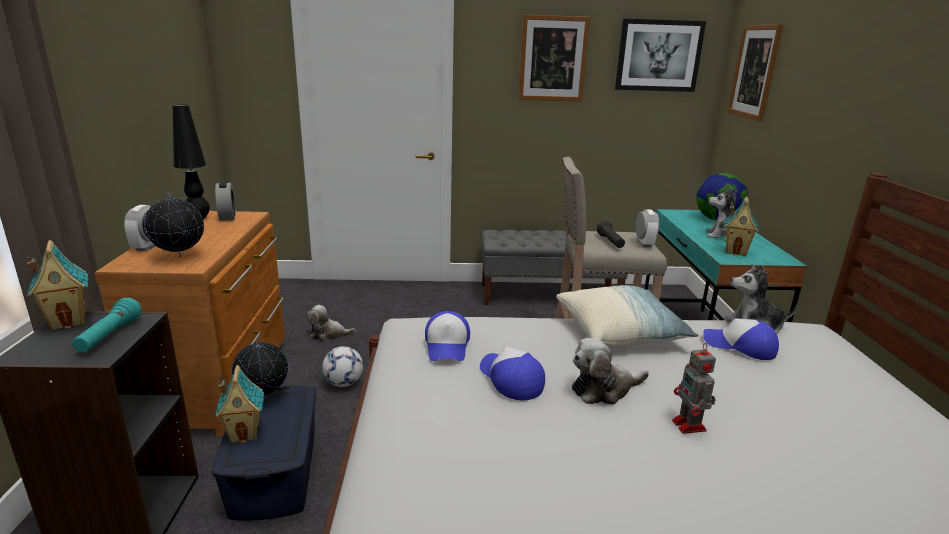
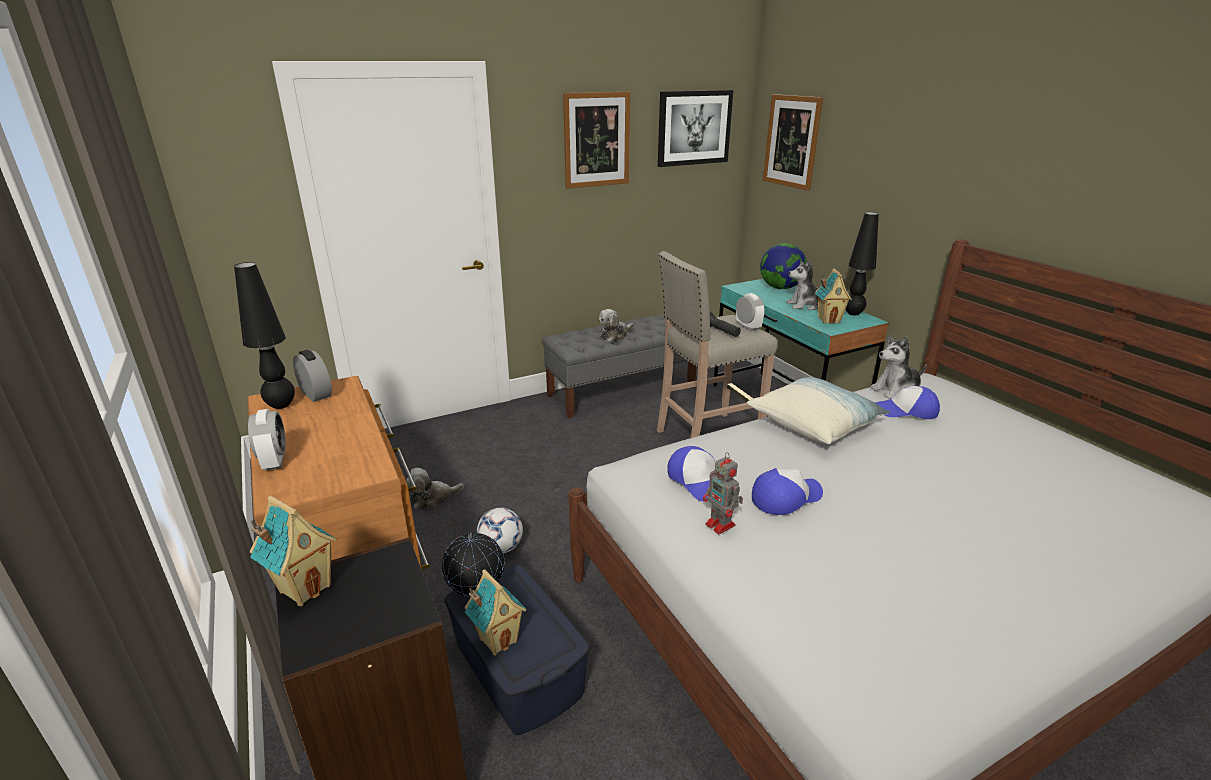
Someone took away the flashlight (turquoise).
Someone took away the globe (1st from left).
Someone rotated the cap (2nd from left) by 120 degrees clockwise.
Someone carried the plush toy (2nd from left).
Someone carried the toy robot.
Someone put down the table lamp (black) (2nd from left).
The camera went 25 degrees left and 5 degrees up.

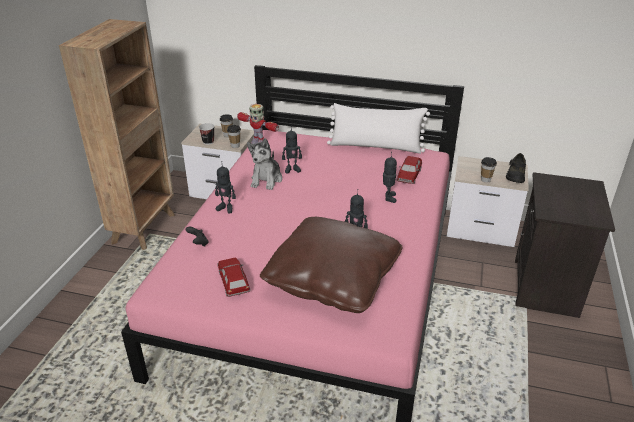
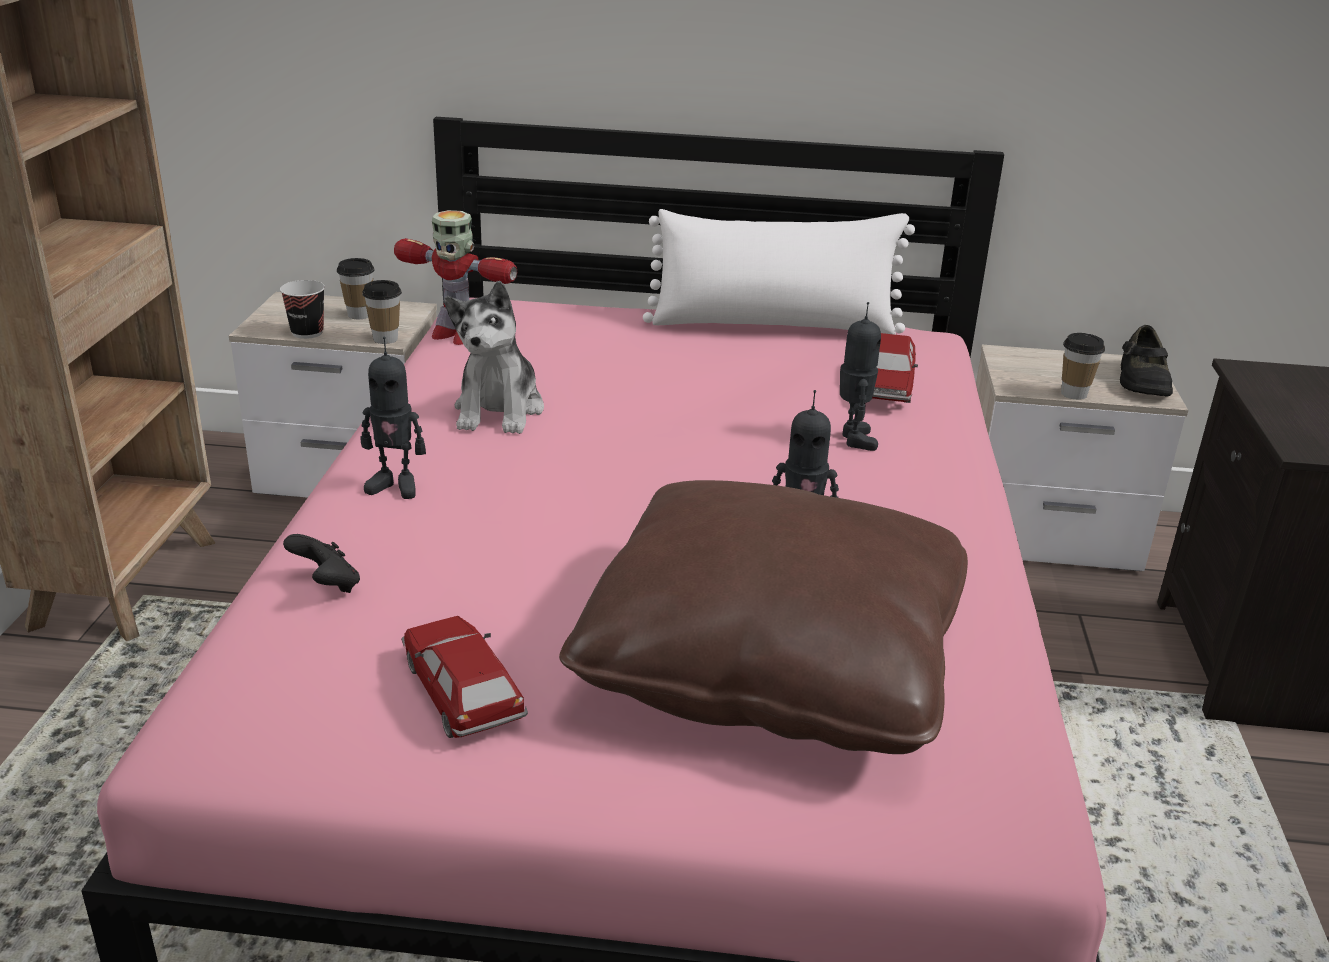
Someone took away the toy robot (3rd from left).
The camera went 10 degrees left and 5 degrees down.

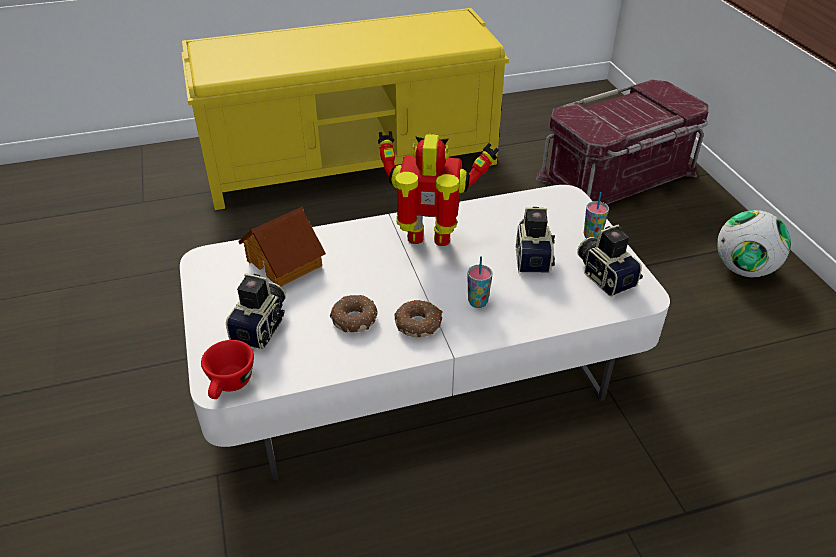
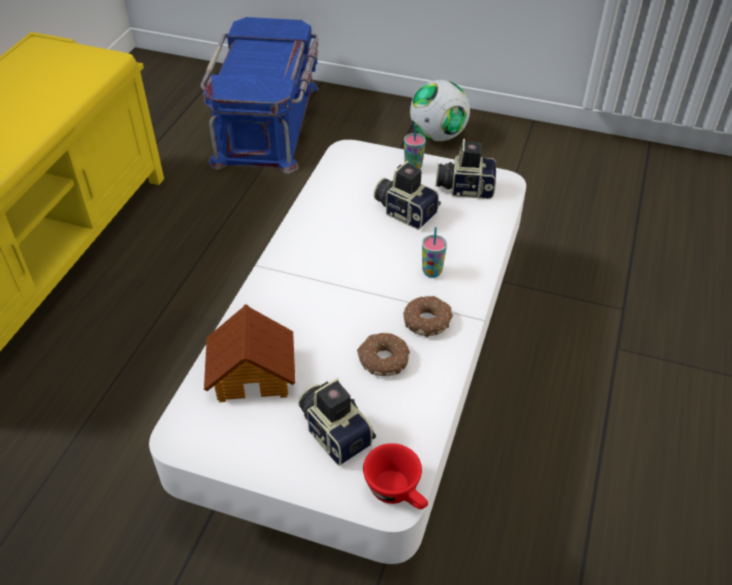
Someone took away the toy robot.
Someone repainted the storage box (red), which became the storage box (blue).
The camera went 55 degrees left and 5 degrees up.

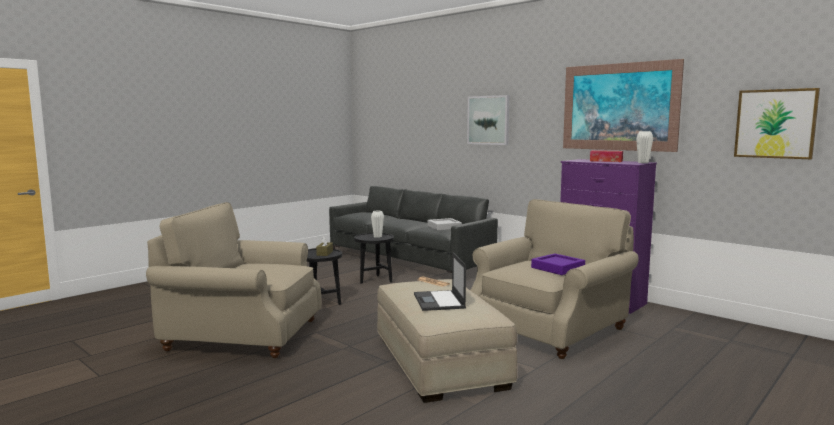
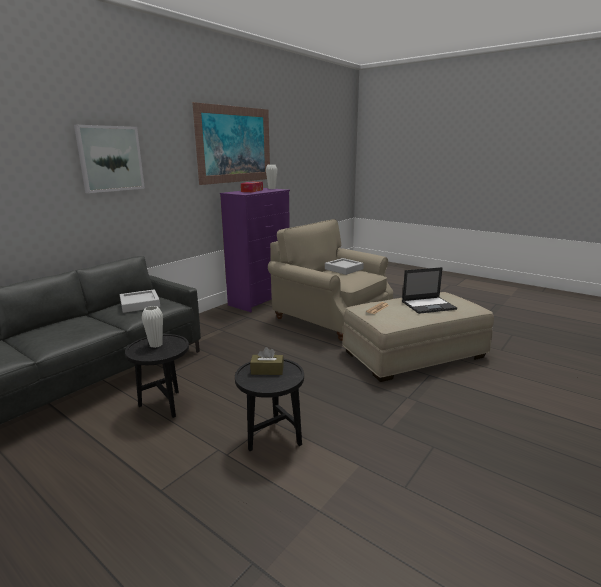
Someone took away the armchair (beige) (1st from left).
Someone repainted the tray (purple), which became the tray (grey) (2nd from left).
Someone took away the picture (3rd from left).
The camera went 95 degrees left and 10 degrees up.

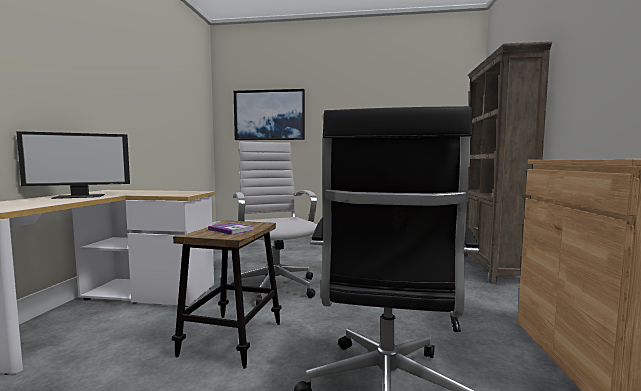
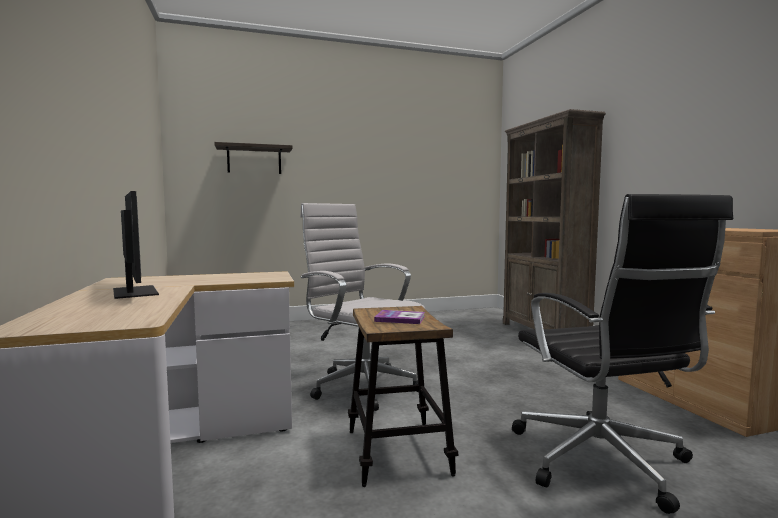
Someone rotated the monitor by 75 degrees counterclockwise.
Someone swapped the picture for the shelf.
The camera went 25 degrees left and 0 degrees up.

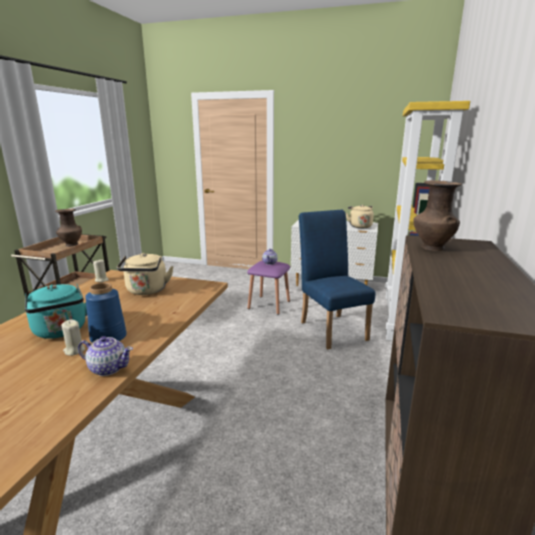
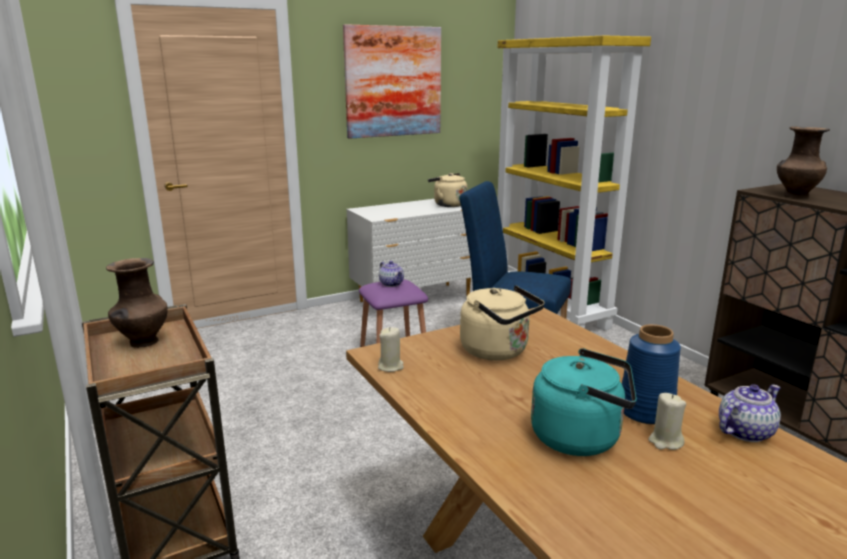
Someone put up the picture.
The camera went 45 degrees left and 0 degrees up.

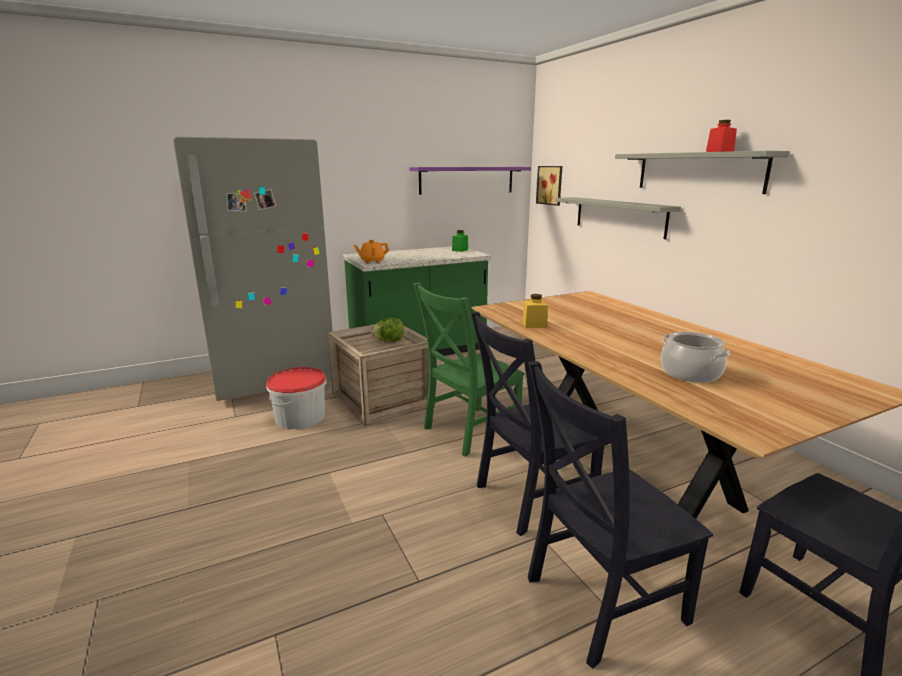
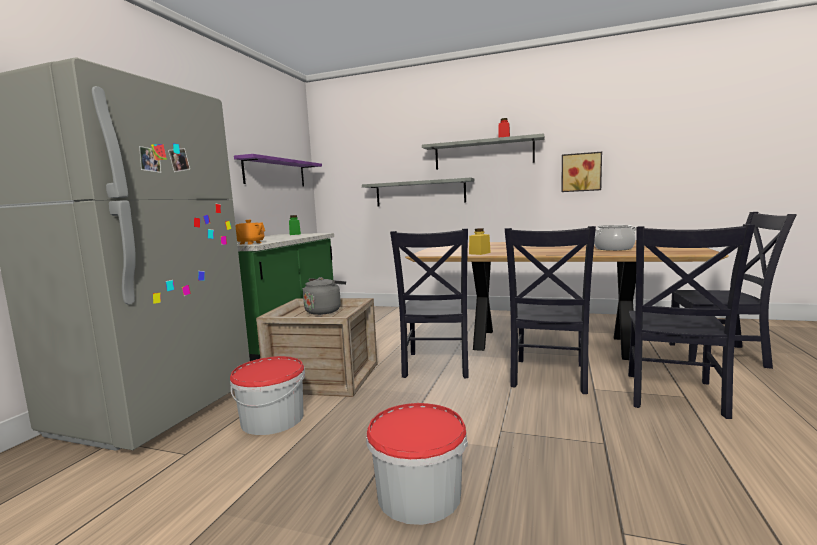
Someone swapped the lettuce for the kettle (grey).
Someone repainted the chair (green), which became the chair (black) (1st from left).
Someone carried the picture.
Someone put down the bucket (2nd from left).
The camera went 45 degrees left and 10 degrees down.

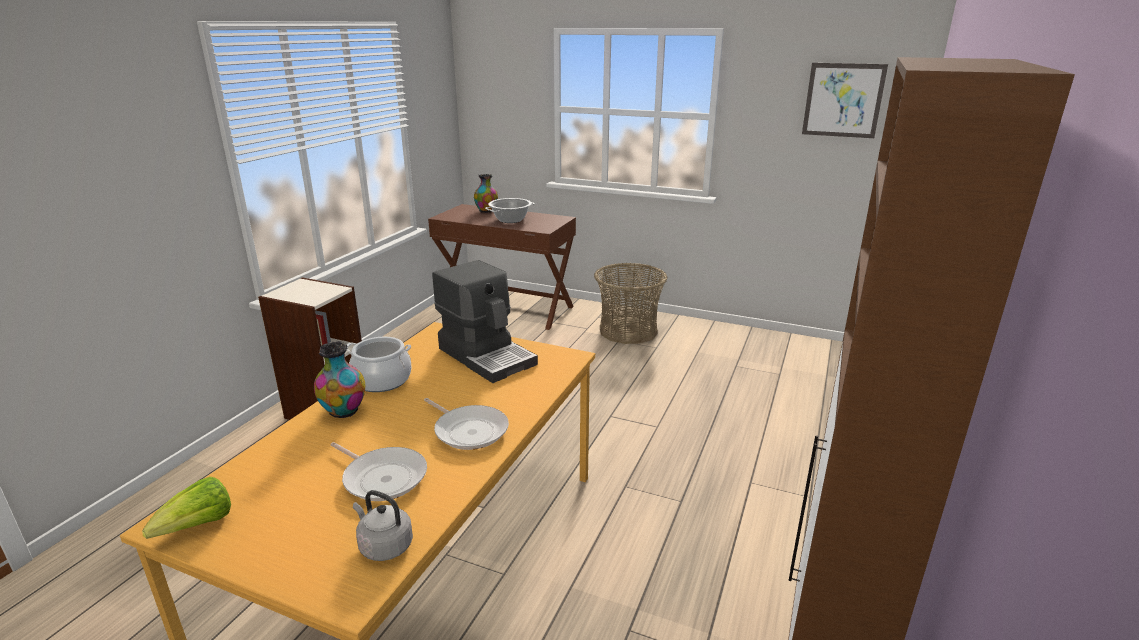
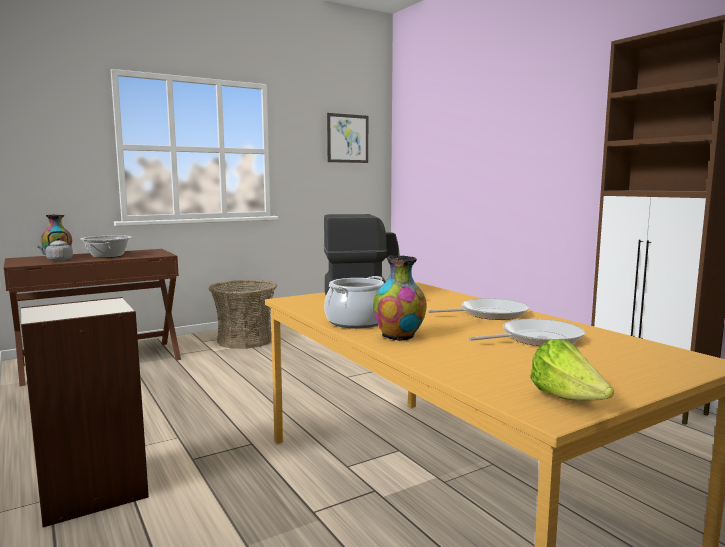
Someone carried the kettle (grey).
The camera went 55 degrees left and 15 degrees down.

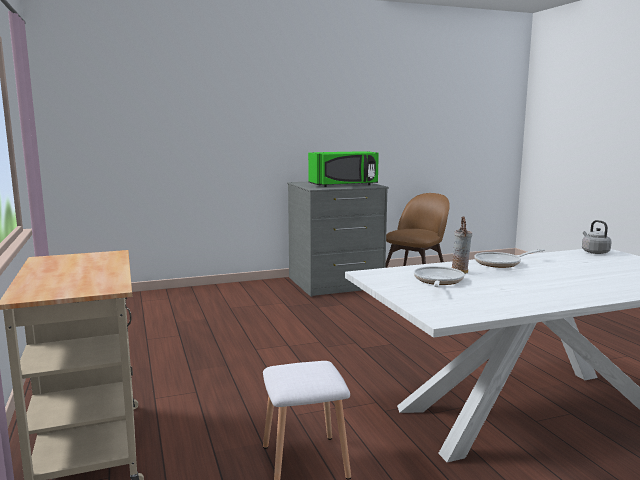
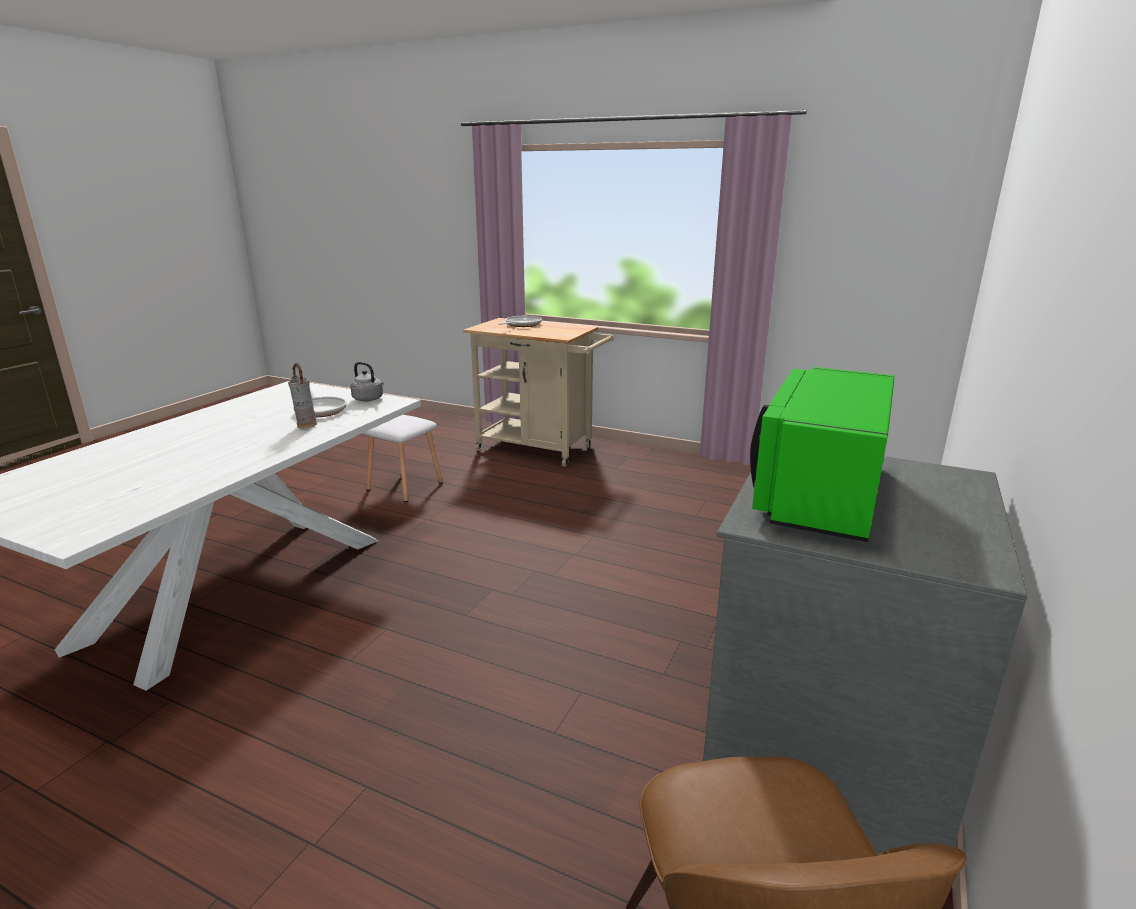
Someone carried the frying pan (2nd from left).
Someone carried the kettle (grey).
The camera went 135 degrees right and 10 degrees up.

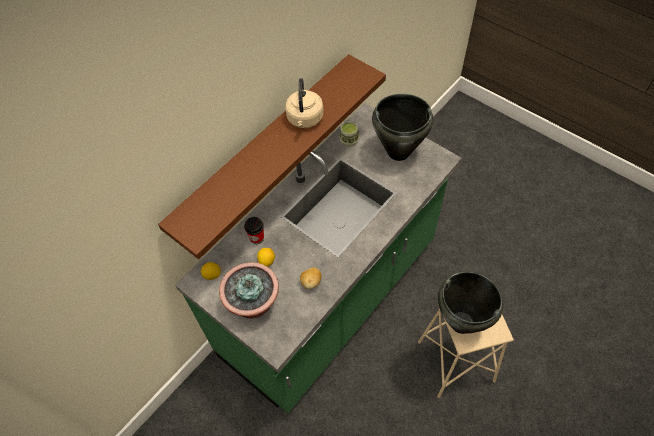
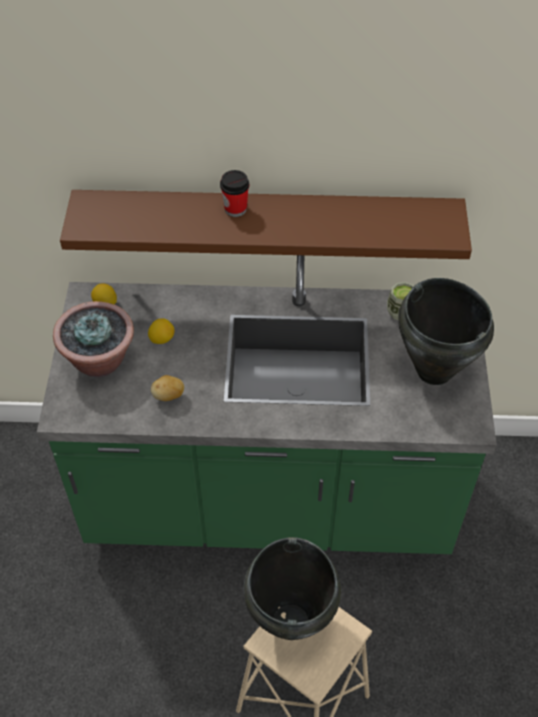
Someone carried the cup (1st from left).
Someone took away the kettle (beige).
The camera went 50 degrees right and 5 degrees down.

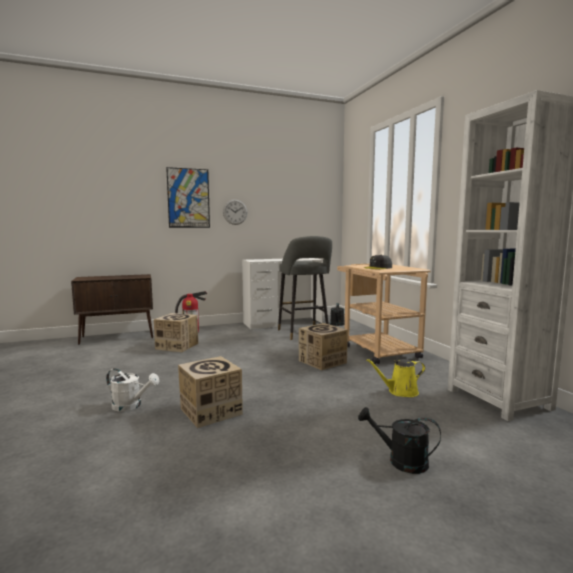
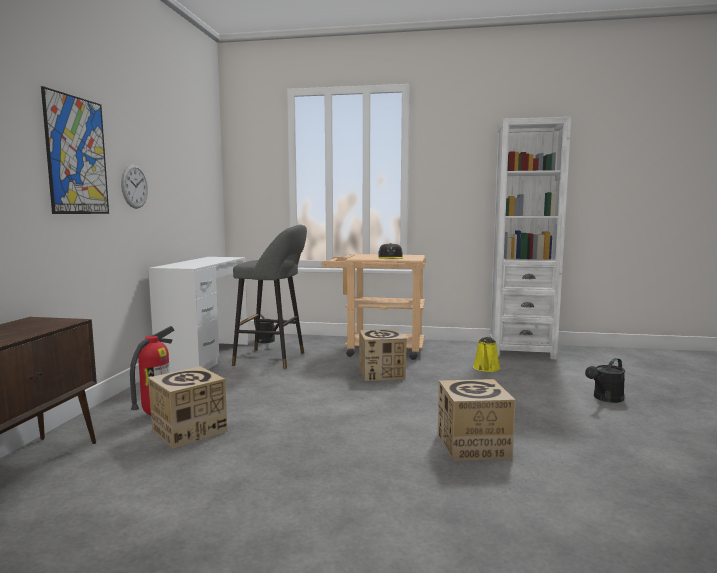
Someone took away the watering can (white).
The camera went 60 degrees left and 0 degrees up.

